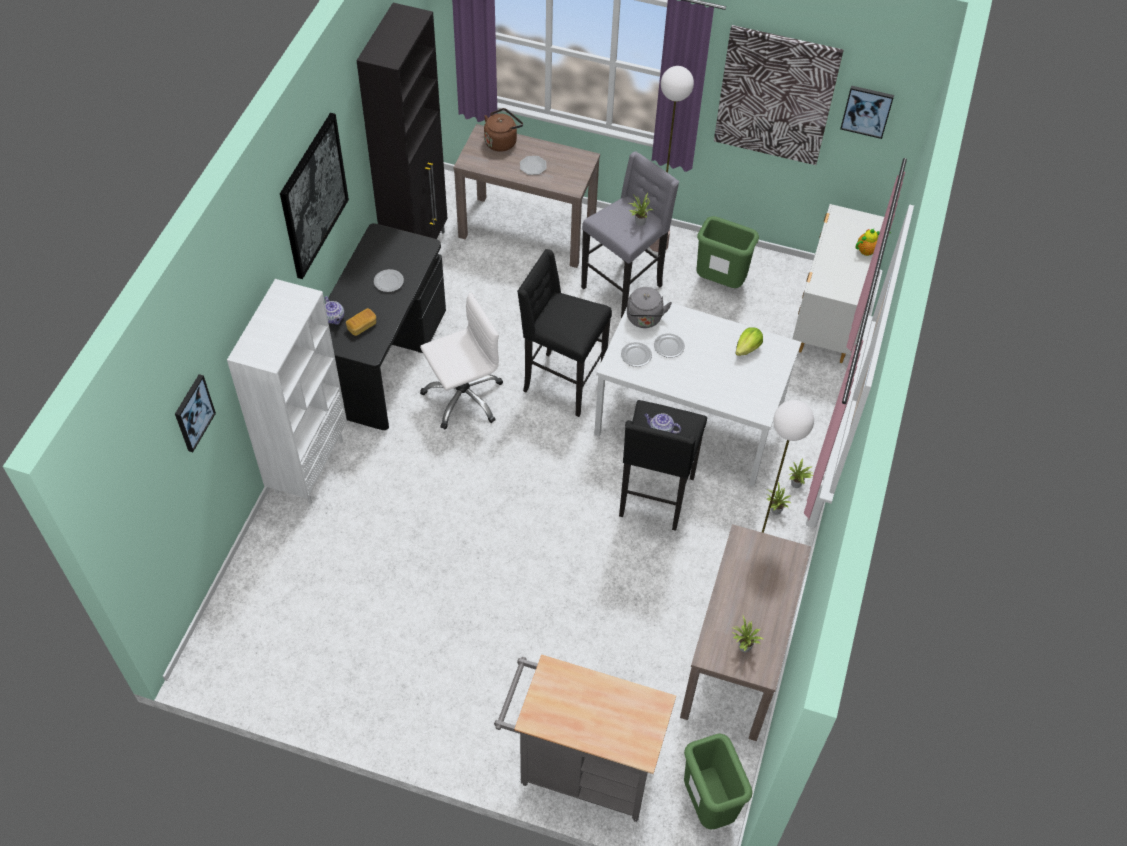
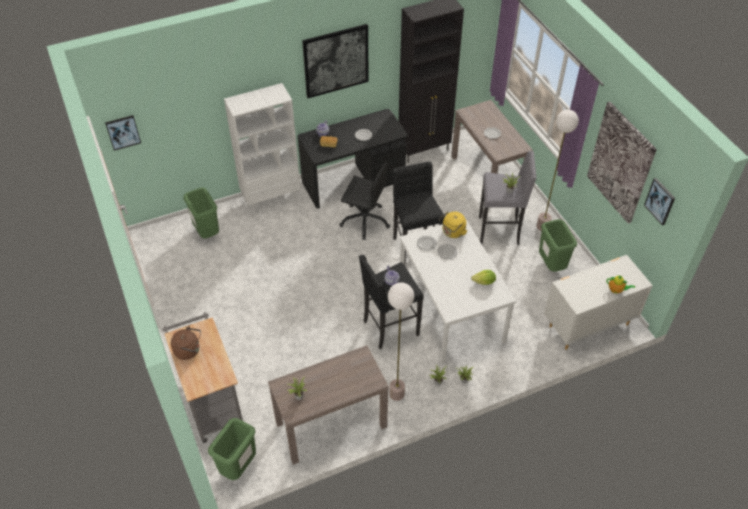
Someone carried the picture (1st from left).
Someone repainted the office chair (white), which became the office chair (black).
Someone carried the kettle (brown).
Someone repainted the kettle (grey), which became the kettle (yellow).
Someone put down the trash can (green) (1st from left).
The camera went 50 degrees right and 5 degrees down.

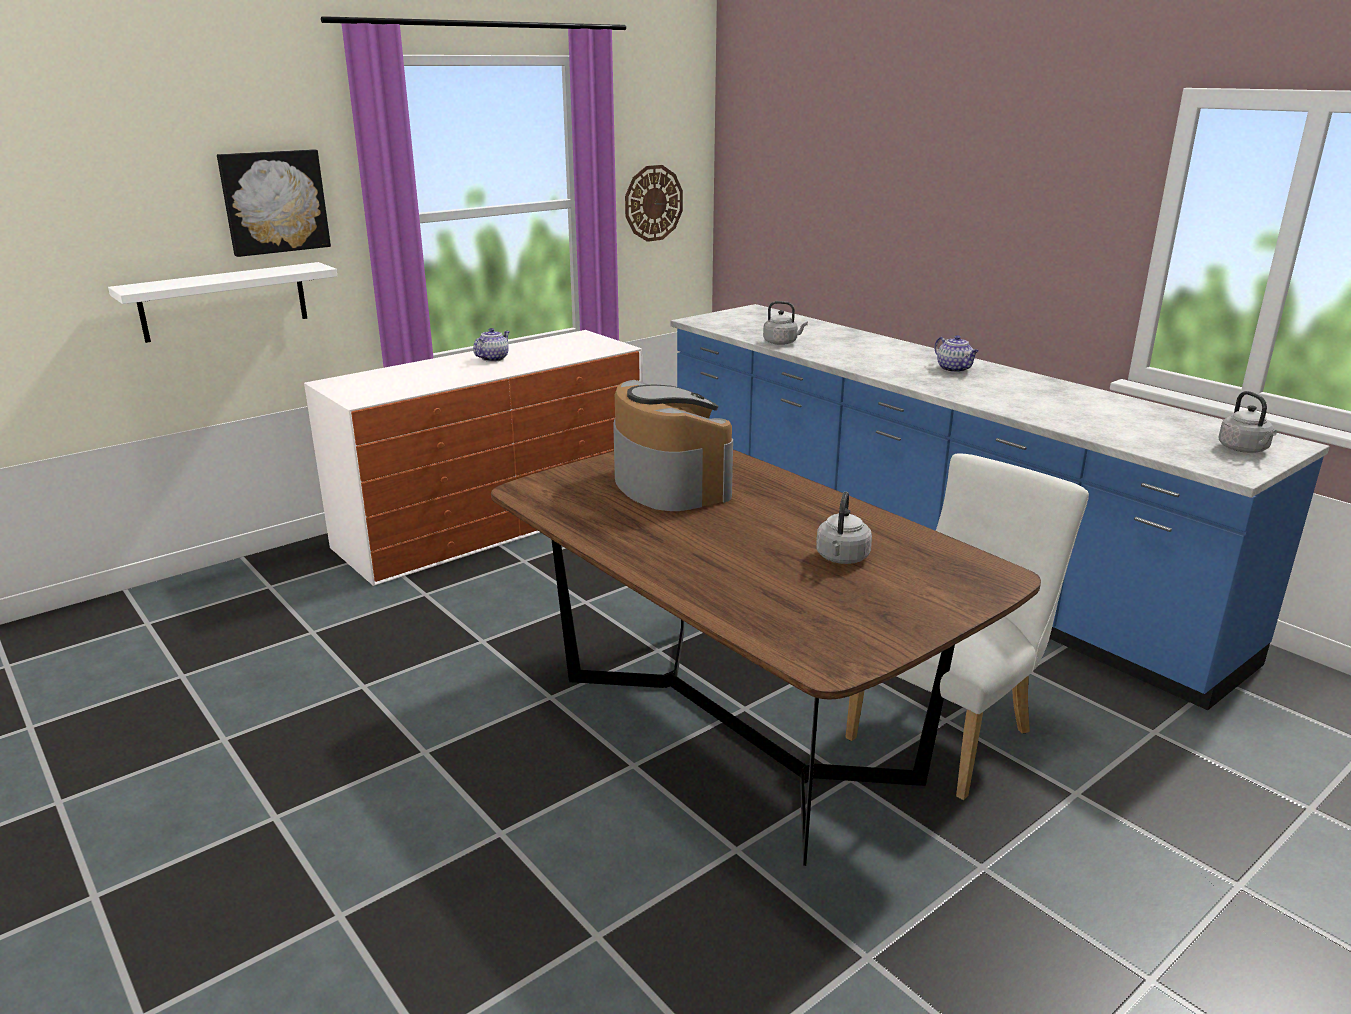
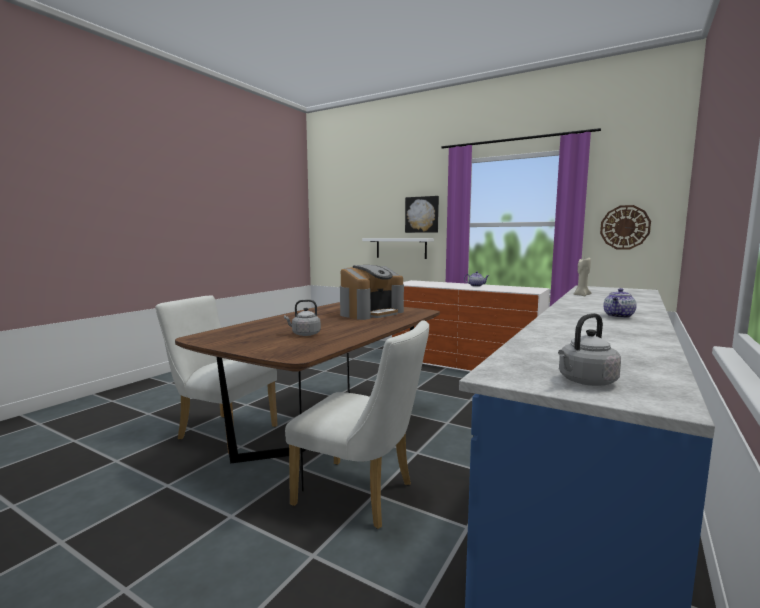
Someone swapped the kettle (grey) (1st from left) for the candle (beige).
Someone put down the chair (white) (1st from left).
The camera went 70 degrees right and 15 degrees down.

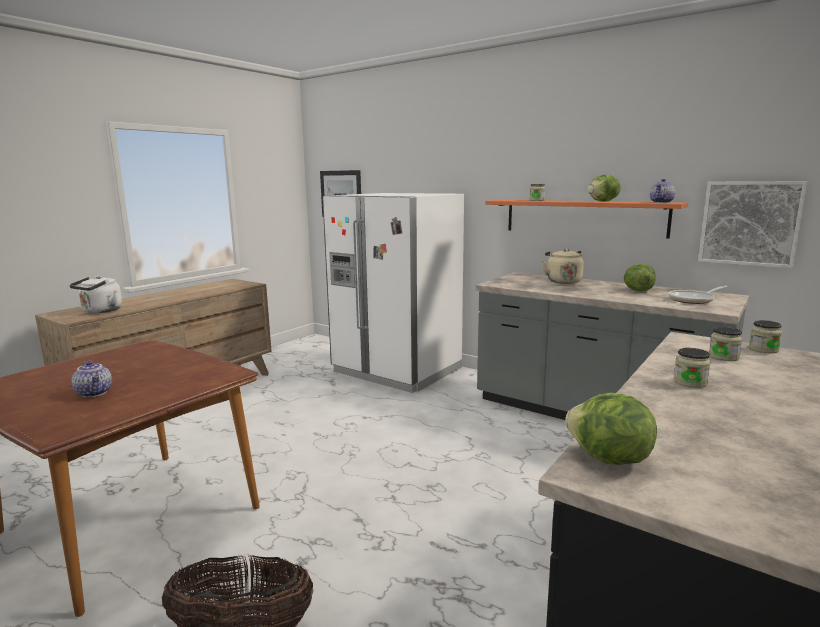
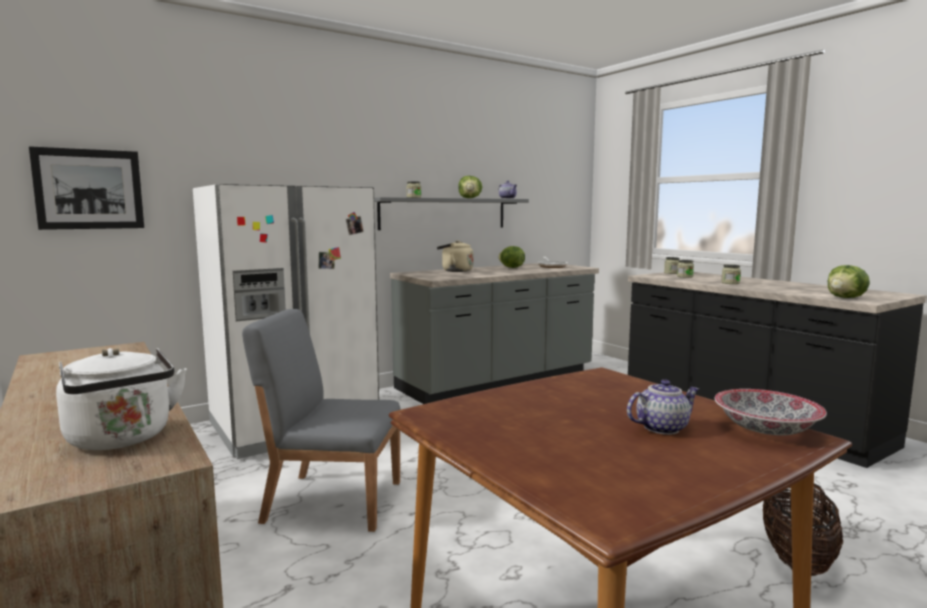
Someone repainted the shelf (orange), which became the shelf (grey).
Someone took away the picture (2nd from left).
Someone put down the chair (grey).
Someone put down the bowl.
The camera went 70 degrees left and 5 degrees down.

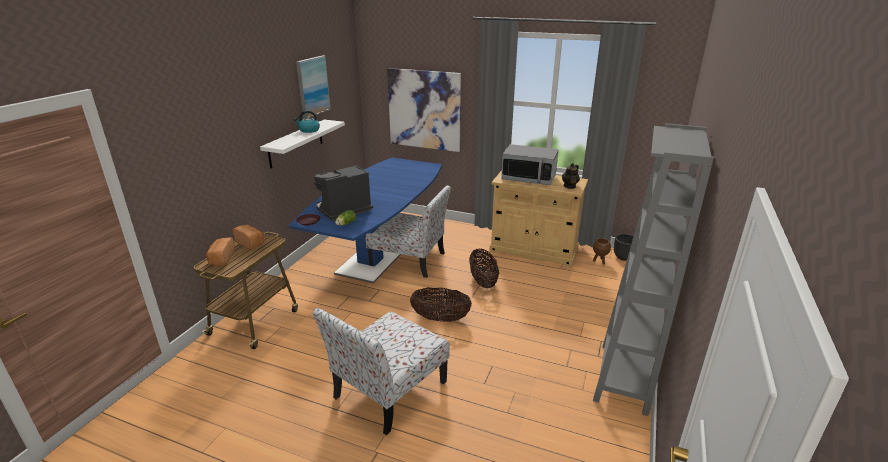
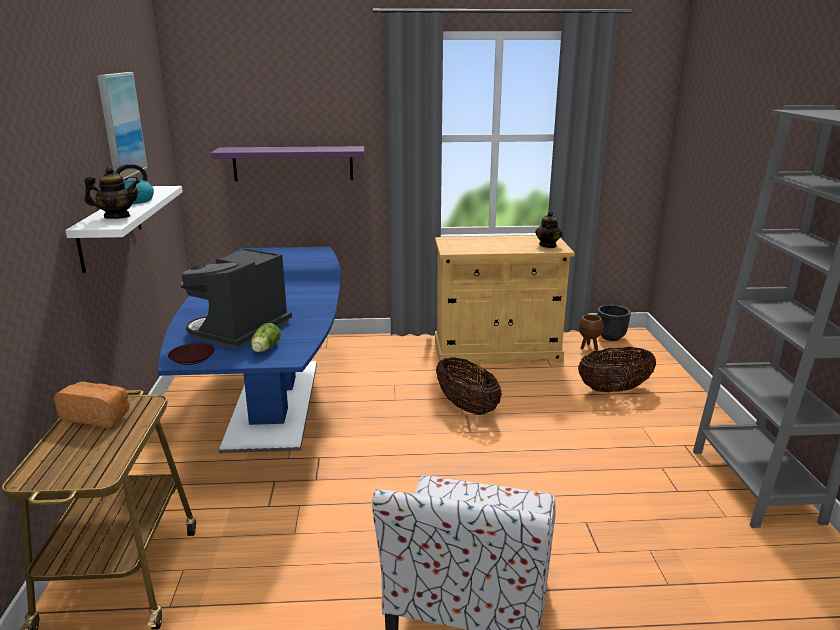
Someone took away the bread (1st from left).
Someone took away the chair (2nd from left).
Someone swapped the picture (2nd from left) for the shelf (purple).
Someone carried the basket (1st from left in the first image).
Someone took away the microwave.
Someone put down the teapot (1st from left).
The camera went 25 degrees left and 5 degrees down.

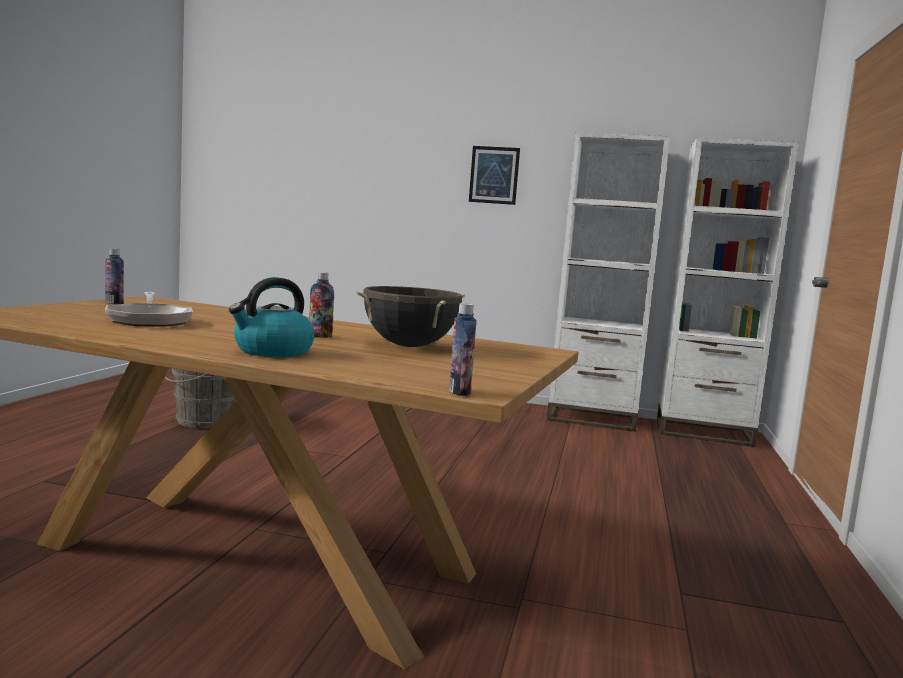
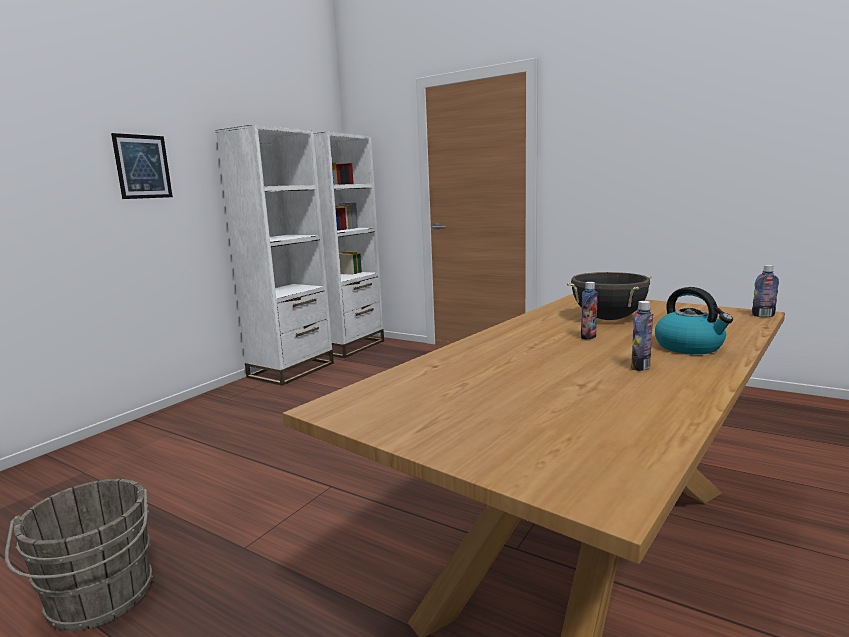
Someone carried the bottle (1st from left in the first image).
Someone took away the frying pan.
The camera went 70 degrees left and 5 degrees up.

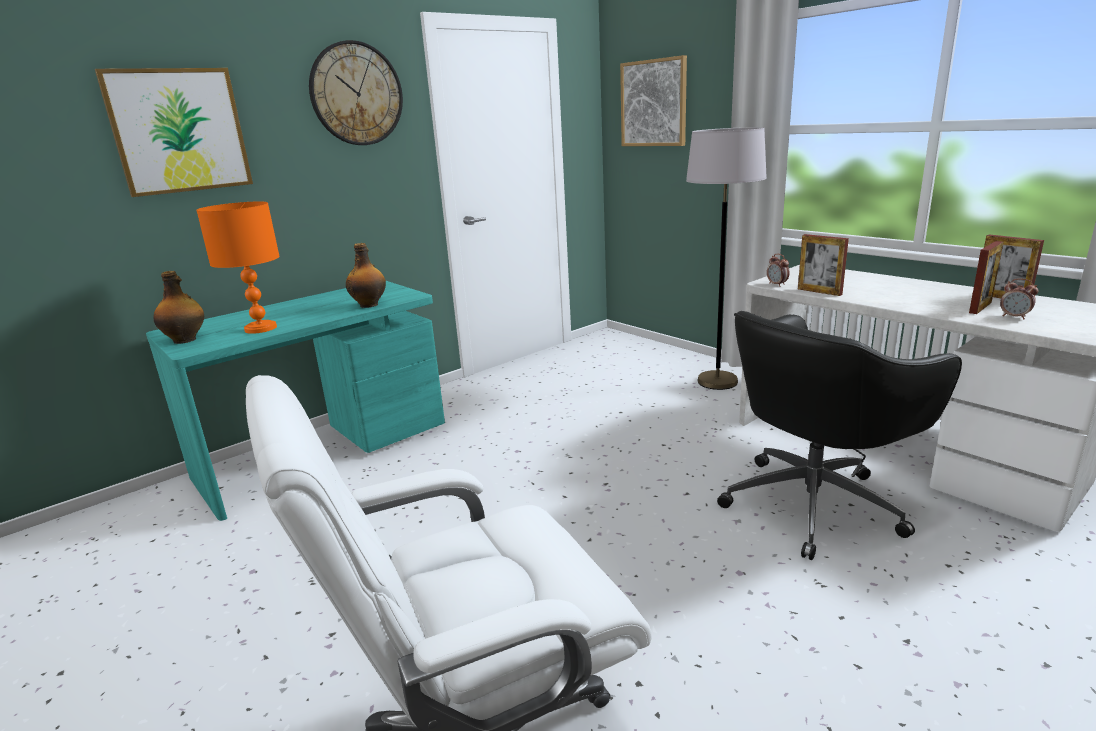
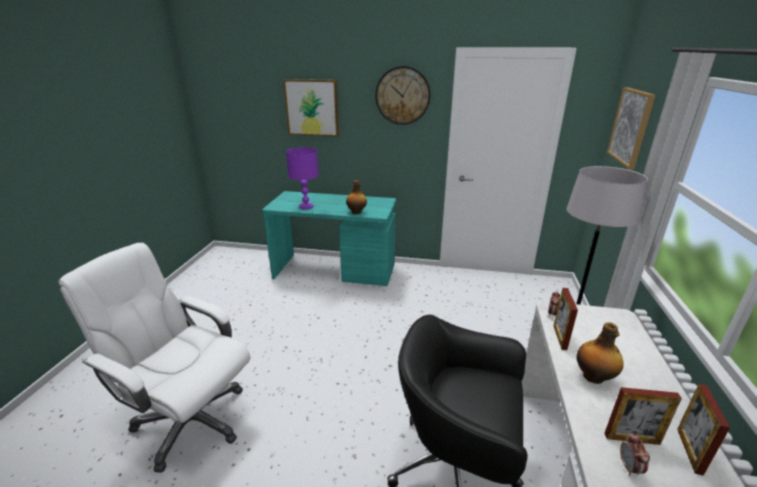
Someone carried the bottle (1st from left in the first image).
Someone repainted the table lamp (orange), which became the table lamp (purple).
The camera went 50 degrees right and 5 degrees up.

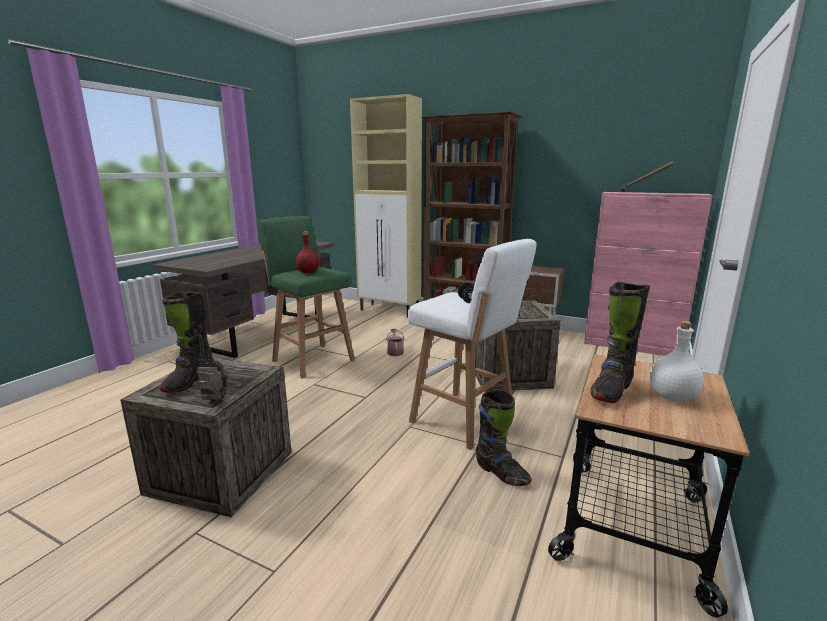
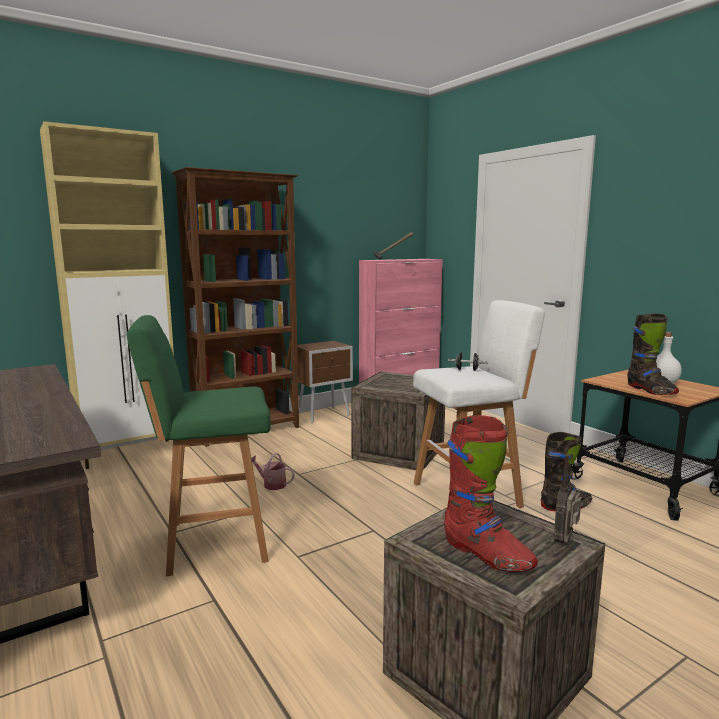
Someone repainted the boot (black) (1st from left), which became the boot (red).
Someone took away the bottle (red).
The camera went 60 degrees left and 5 degrees down.

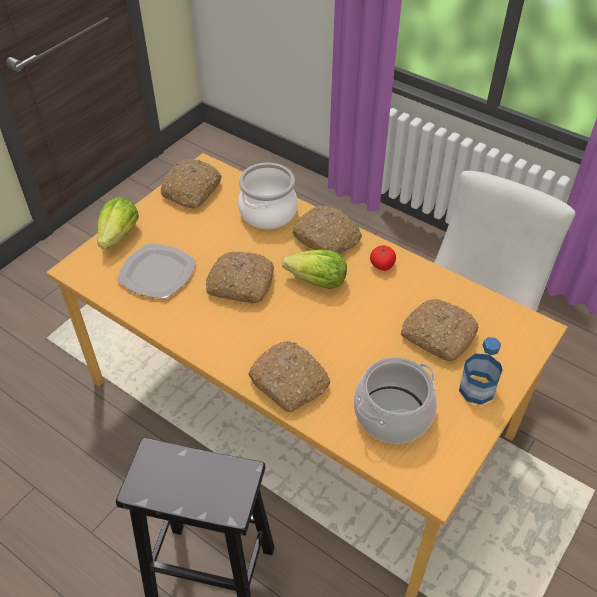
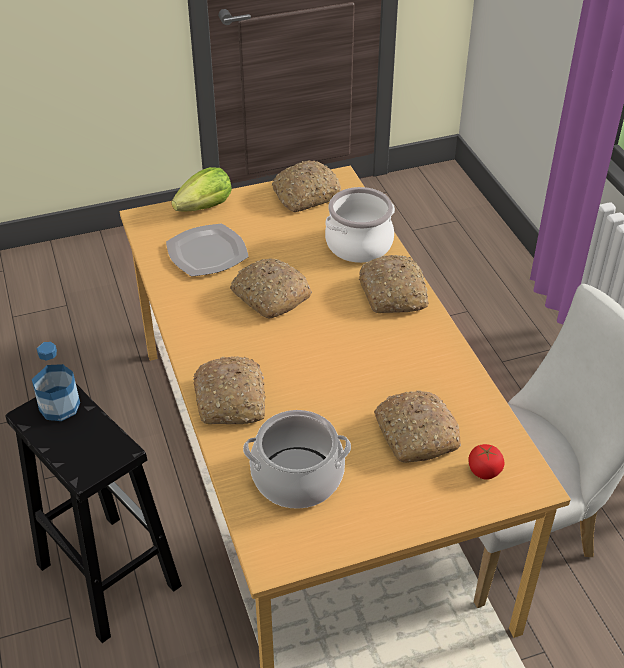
Someone took away the lettuce (2nd from left).
Someone carried the tomato.
Someone carried the bottle.
The camera went 35 degrees right and 5 degrees down.

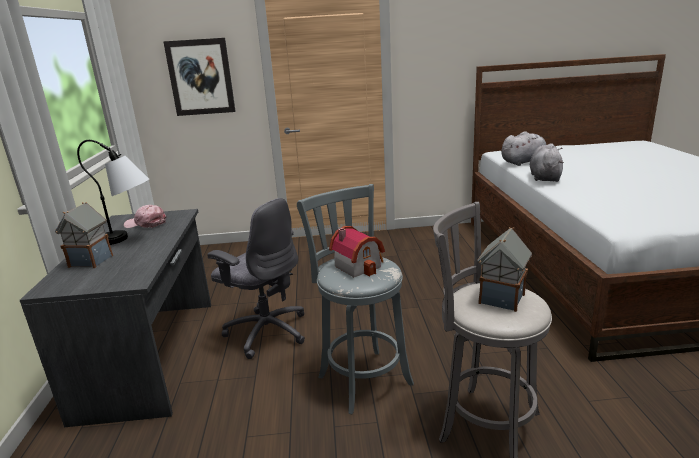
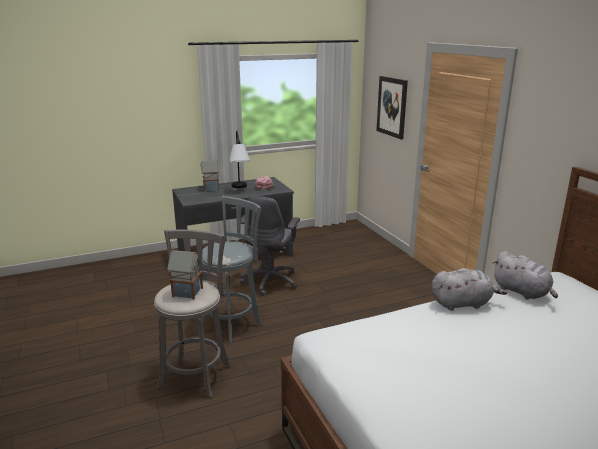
Someone took away the toy house (2nd from left).
The camera went 70 degrees right and 0 degrees up.

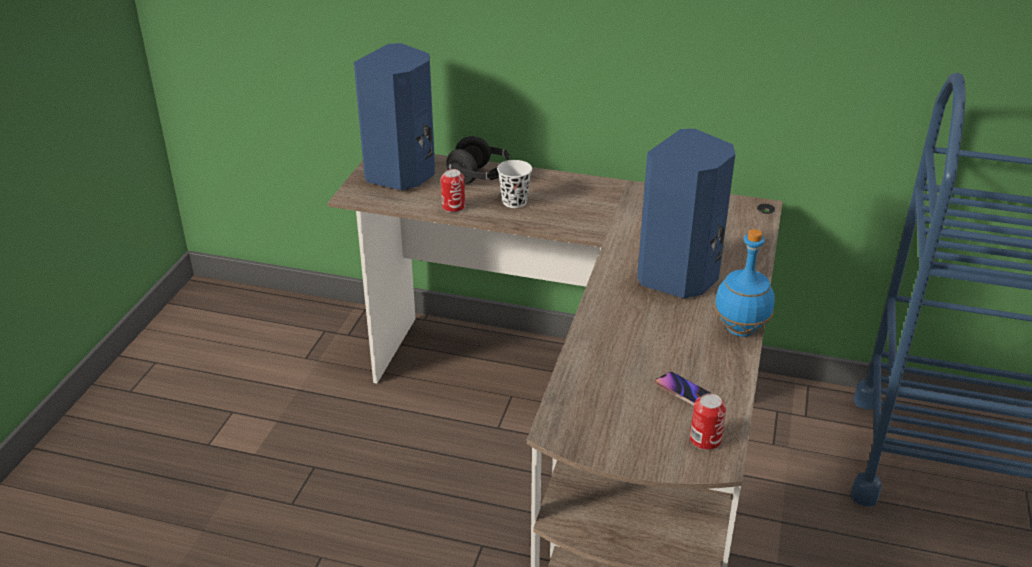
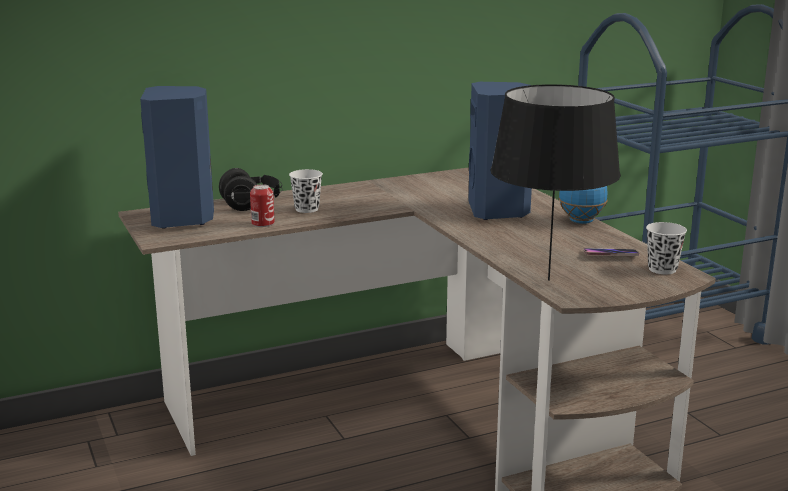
Someone swapped the can (2nd from left) for the cup (white) (2nd from left).
Someone put down the table lamp (black).
The camera went 40 degrees left and 15 degrees down.

